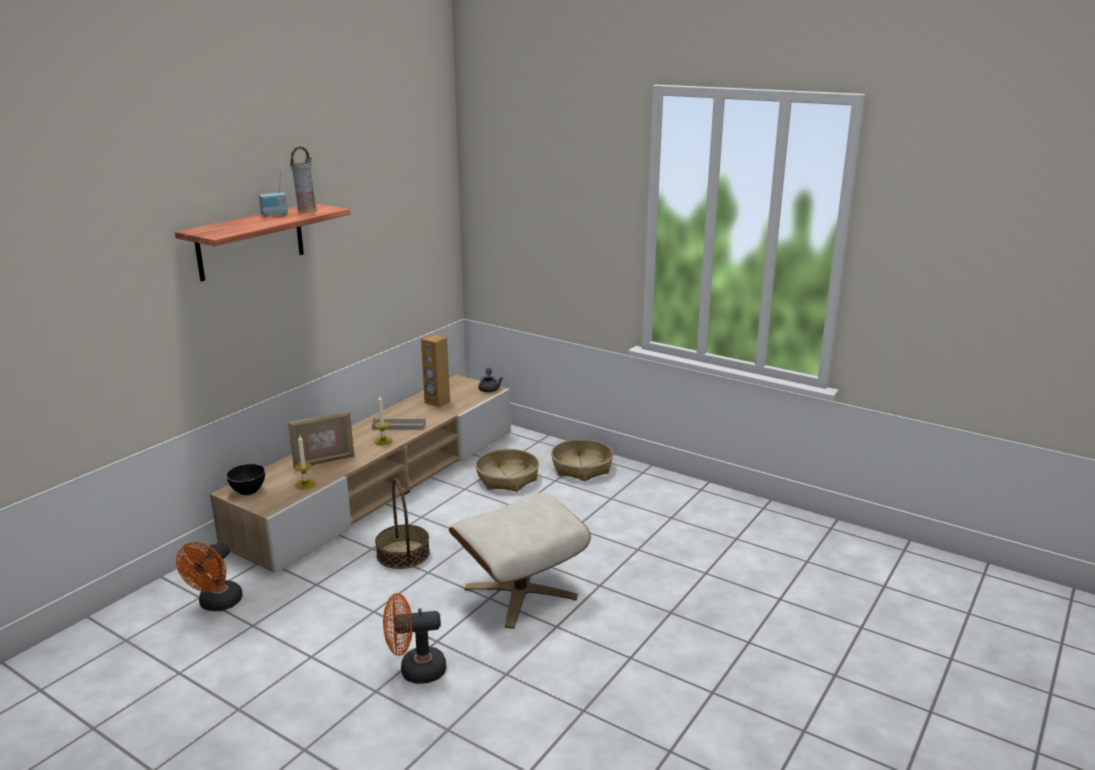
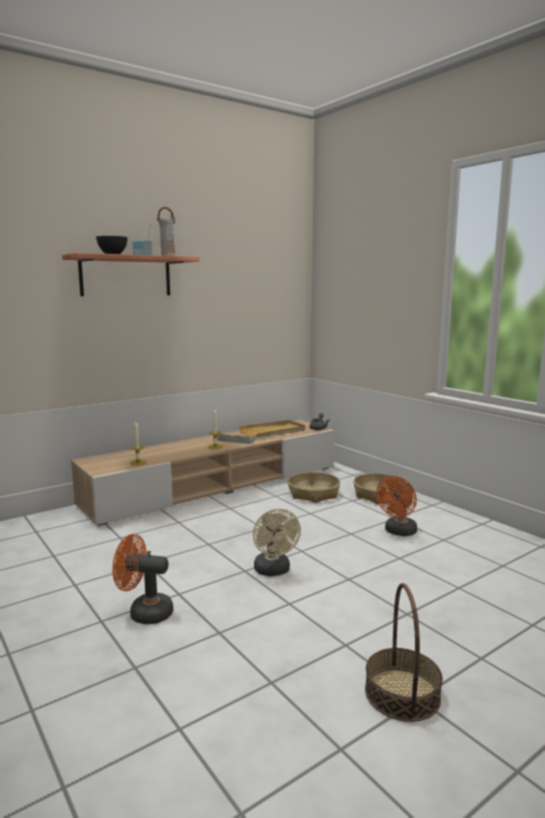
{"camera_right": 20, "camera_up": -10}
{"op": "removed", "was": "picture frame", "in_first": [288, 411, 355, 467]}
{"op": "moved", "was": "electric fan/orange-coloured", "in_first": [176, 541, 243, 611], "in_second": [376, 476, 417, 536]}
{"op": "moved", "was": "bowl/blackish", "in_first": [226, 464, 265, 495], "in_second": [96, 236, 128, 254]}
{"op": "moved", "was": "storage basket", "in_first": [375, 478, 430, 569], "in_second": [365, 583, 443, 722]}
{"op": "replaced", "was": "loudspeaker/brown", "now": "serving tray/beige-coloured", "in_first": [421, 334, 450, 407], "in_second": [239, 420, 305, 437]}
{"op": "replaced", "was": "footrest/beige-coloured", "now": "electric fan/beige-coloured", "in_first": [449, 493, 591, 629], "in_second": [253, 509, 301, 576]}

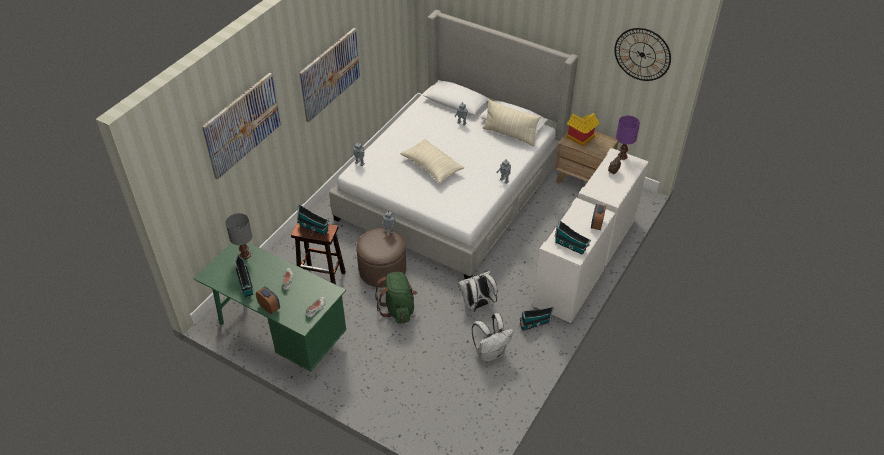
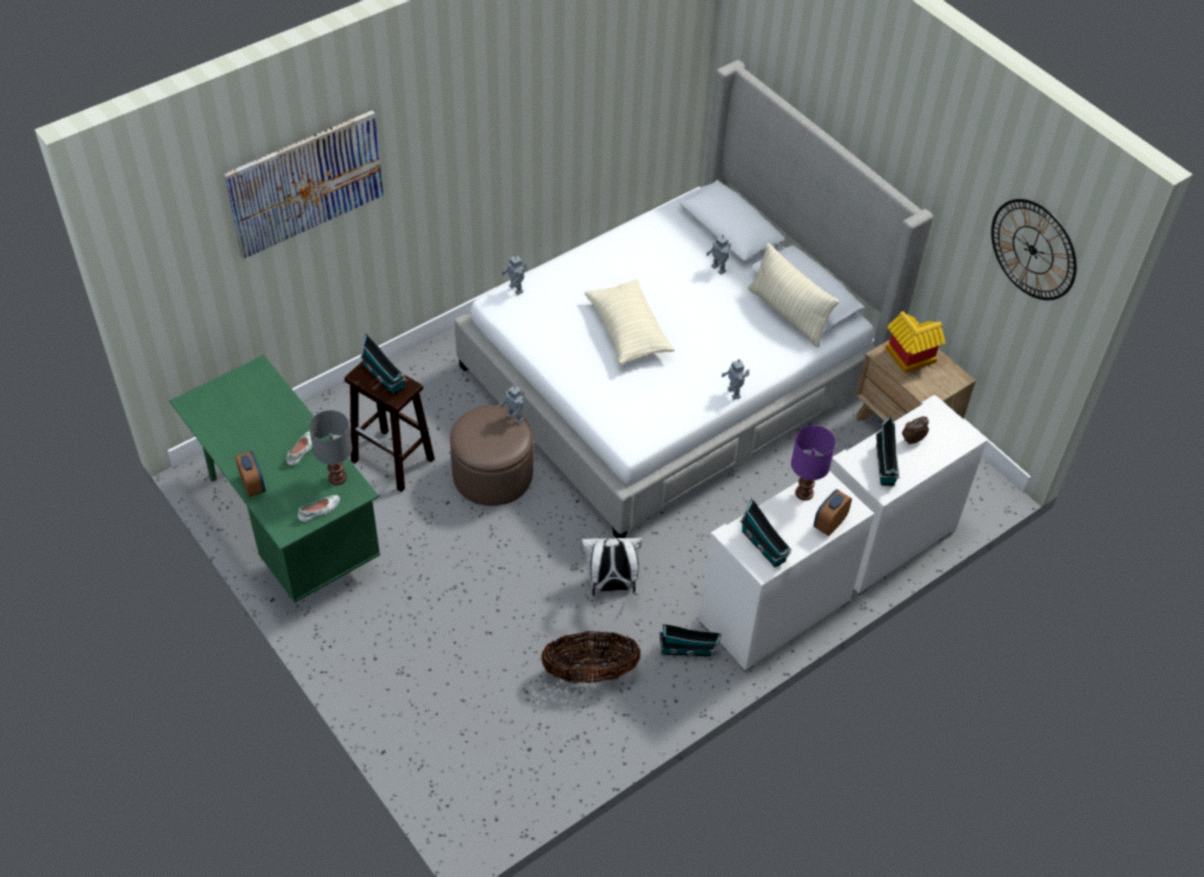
{"camera_right": 20, "camera_up": 5}
{"op": "removed", "was": "picture", "in_first": [299, 28, 360, 122]}
{"op": "removed", "was": "rucksack/greenish", "in_first": [375, 272, 417, 324]}
{"op": "moved", "was": "tabletop lamp/grey", "in_first": [225, 213, 252, 259], "in_second": [309, 410, 352, 485]}
{"op": "moved", "was": "miniature house", "in_first": [235, 255, 254, 297], "in_second": [876, 415, 900, 486]}
{"op": "moved", "was": "tabletop lamp/purplish", "in_first": [616, 115, 640, 160], "in_second": [791, 425, 836, 501]}
{"op": "replaced", "was": "rucksack/whitish", "now": "storage basket", "in_first": [472, 313, 514, 362], "in_second": [541, 631, 641, 683]}

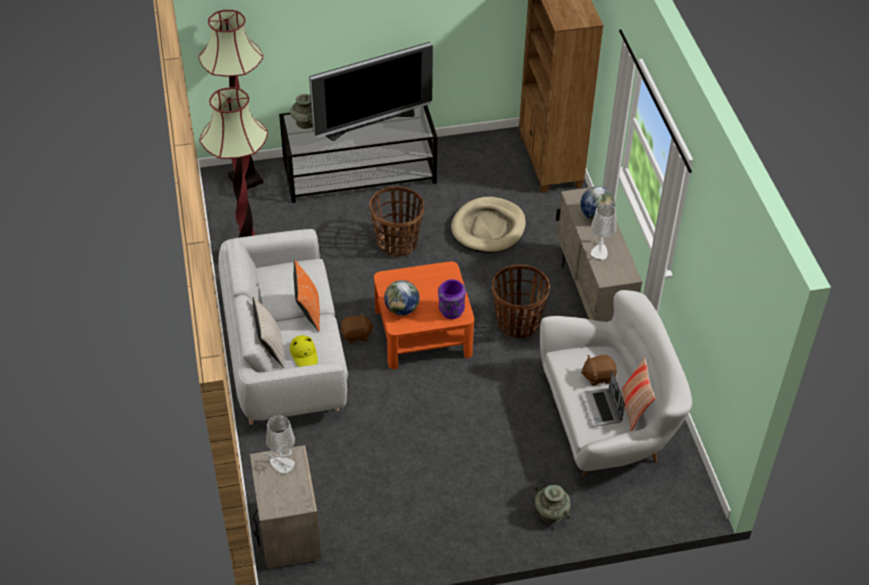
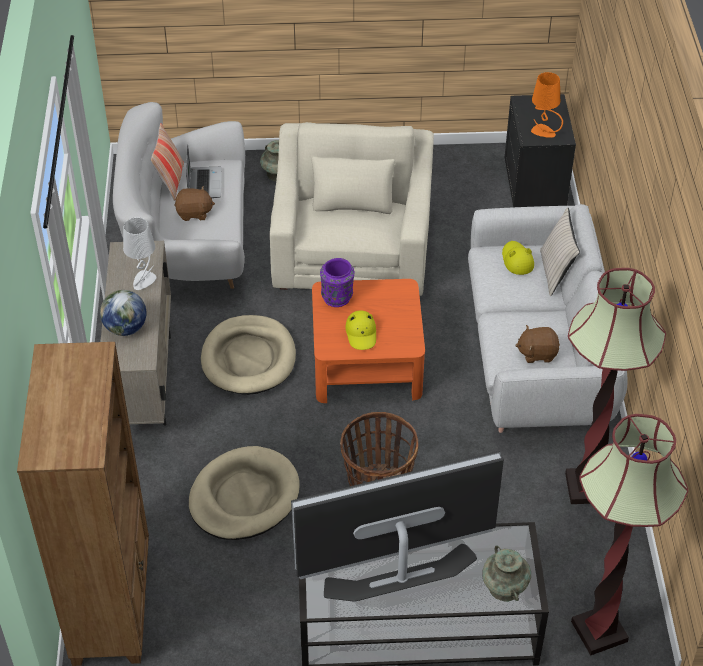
{"camera_right": -170, "camera_up": 0}
{"op": "removed", "was": "throw pillow/orange-coloured", "in_first": [294, 259, 320, 332]}
{"op": "removed", "was": "world globe", "in_first": [384, 280, 420, 316]}
{"op": "added", "now": "lounge chair/beige-coloured", "in_second": [270, 122, 434, 296]}
{"op": "added", "now": "hat/yellowish", "in_second": [345, 311, 376, 350]}
{"op": "moved", "was": "soft toy/brown", "in_first": [341, 312, 374, 343], "in_second": [515, 325, 560, 363]}
{"op": "replaced", "was": "storage basket", "now": "dog bed/beige-coloured", "in_first": [492, 265, 550, 339], "in_second": [201, 315, 296, 395]}
{"op": "recoloured", "was": "nightstand/beige-coloured", "now": "nightstand/blackish", "in_first": [250, 445, 321, 569], "in_second": [505, 94, 576, 207]}
{"op": "recoloured", "was": "tabletop lamp/grey", "now": "tabletop lamp/orange-coloured", "in_first": [263, 415, 295, 474], "in_second": [531, 72, 563, 138]}

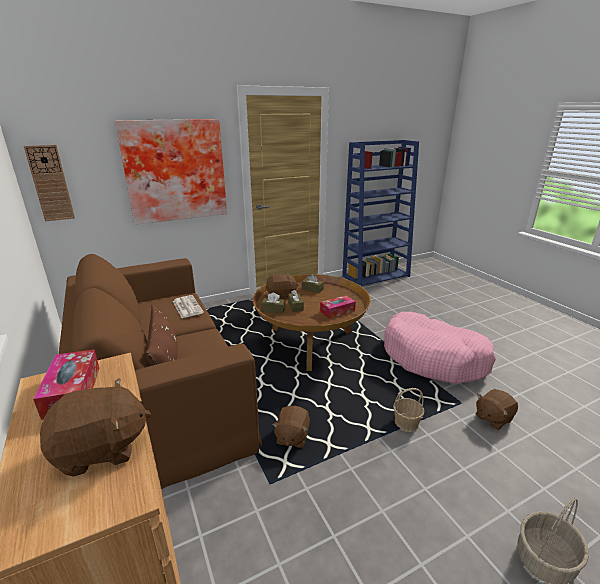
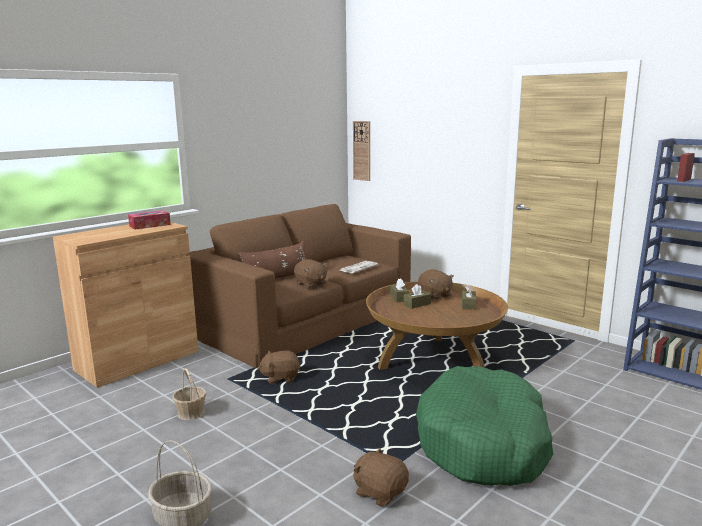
{"camera_right": 70, "camera_up": -10}
{"op": "removed", "was": "picture", "in_first": [115, 119, 227, 225]}
{"op": "removed", "was": "box of tissues", "in_first": [320, 295, 356, 319]}
{"op": "moved", "was": "soft toy/brown", "in_first": [40, 378, 151, 477], "in_second": [294, 259, 328, 288]}
{"op": "moved", "was": "storage basket", "in_first": [393, 388, 424, 432], "in_second": [172, 368, 206, 420]}
{"op": "recoloured", "was": "dog bed/pink", "now": "dog bed/greenish", "in_first": [384, 312, 496, 384], "in_second": [416, 366, 553, 486]}

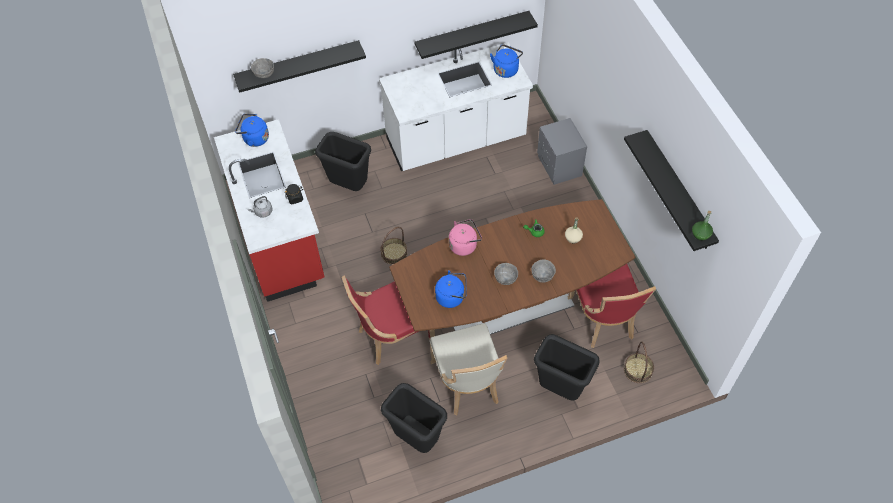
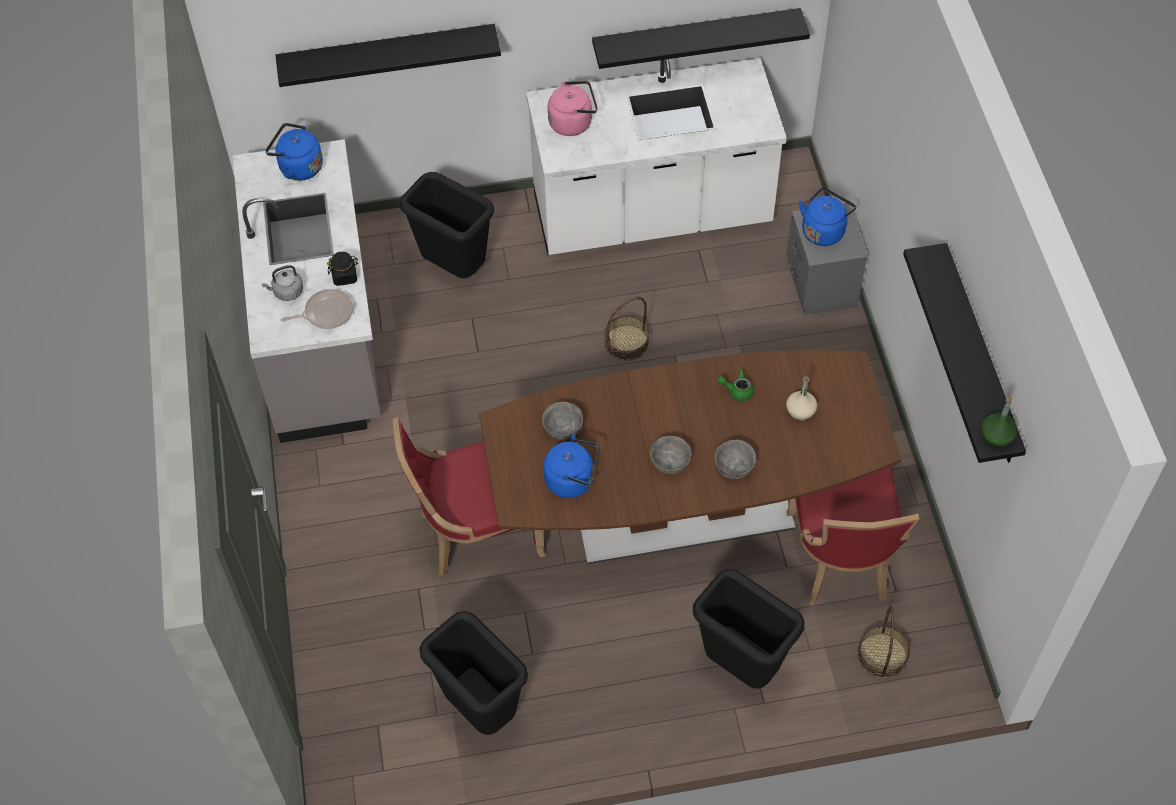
{"camera_right": 10, "camera_up": 0}
{"op": "removed", "was": "chair/beige-coloured", "in_first": [430, 323, 507, 415]}
{"op": "added", "now": "skillet", "in_second": [281, 289, 353, 329]}
{"op": "moved", "was": "bowl/grey", "in_first": [251, 58, 274, 78], "in_second": [542, 402, 583, 440]}
{"op": "moved", "was": "storage basket", "in_first": [380, 227, 407, 265], "in_second": [604, 297, 649, 361]}
{"op": "moved", "was": "kettle/pink", "in_first": [449, 219, 482, 256], "in_second": [548, 81, 598, 136]}
{"op": "moved", "was": "kettle/bluish", "in_first": [490, 44, 523, 78], "in_second": [799, 187, 856, 246]}
{"op": "recoloured", "was": "kitchen counter/red-coloured", "now": "kitchen counter/grey", "in_first": [214, 119, 325, 302], "in_second": [233, 139, 381, 443]}

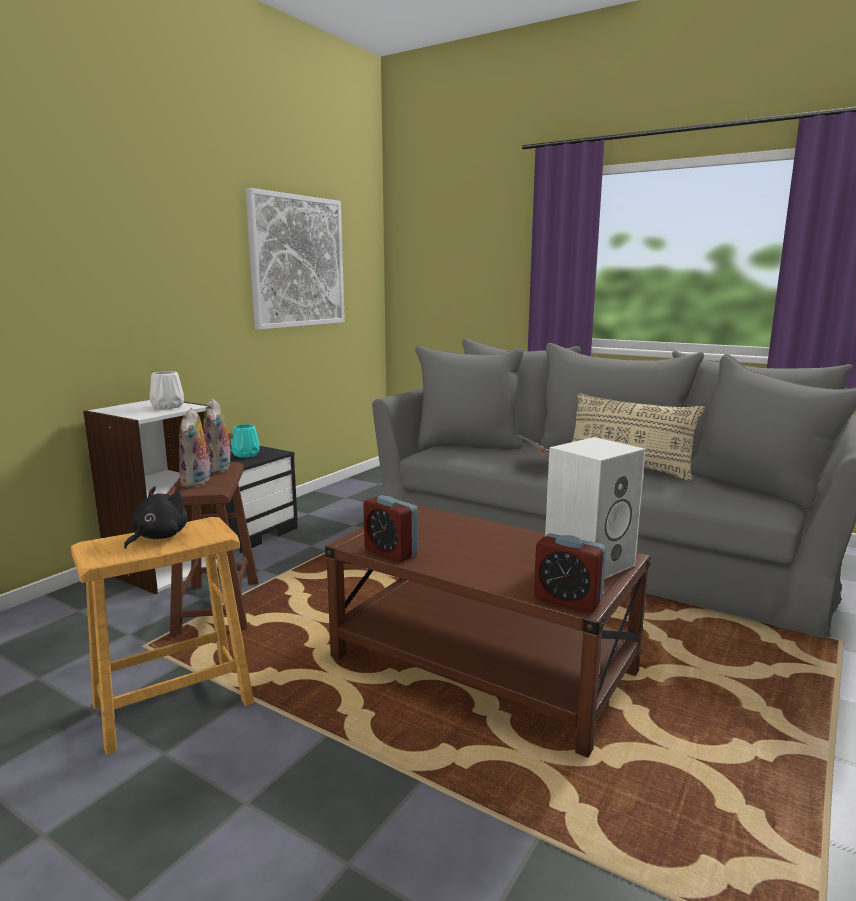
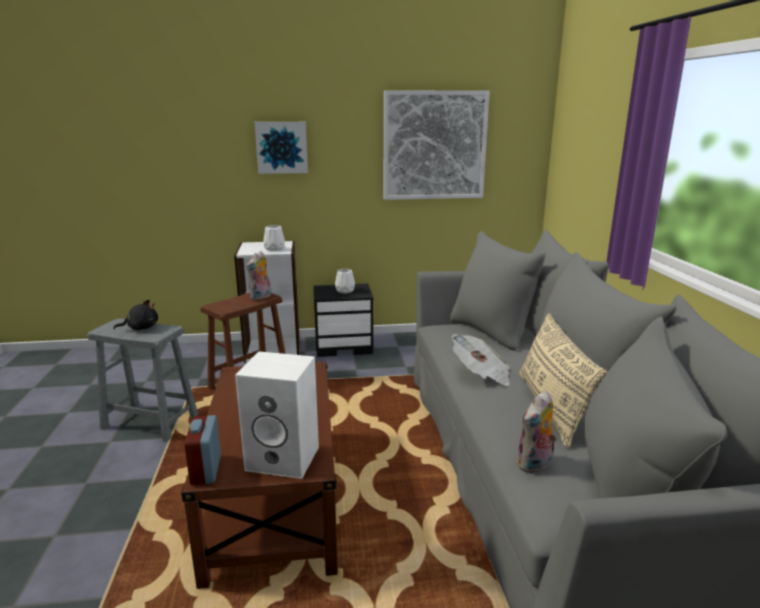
{"camera_right": 50, "camera_up": 5}
{"op": "removed", "was": "table clock", "in_first": [363, 495, 418, 562]}
{"op": "added", "now": "picture", "in_second": [255, 122, 308, 174]}
{"op": "moved", "was": "soft toy", "in_first": [179, 408, 213, 488], "in_second": [516, 391, 557, 474]}
{"op": "recoloured", "was": "sitting stool/brown", "now": "sitting stool/grey", "in_first": [71, 517, 254, 755], "in_second": [87, 319, 198, 442]}
{"op": "recoloured", "was": "flower vase/turquoise", "now": "flower vase/whitish", "in_first": [231, 424, 260, 458], "in_second": [335, 269, 355, 294]}

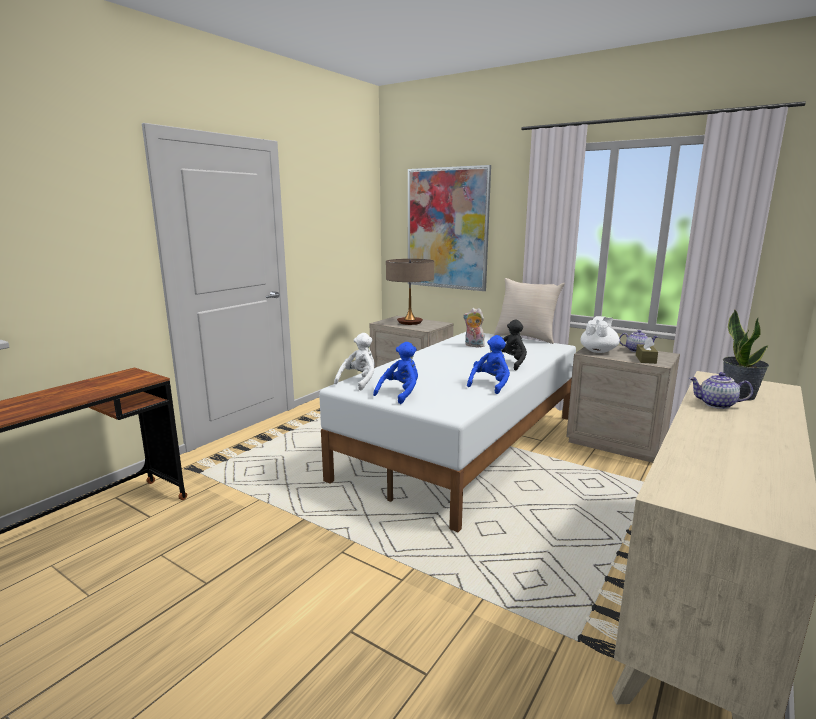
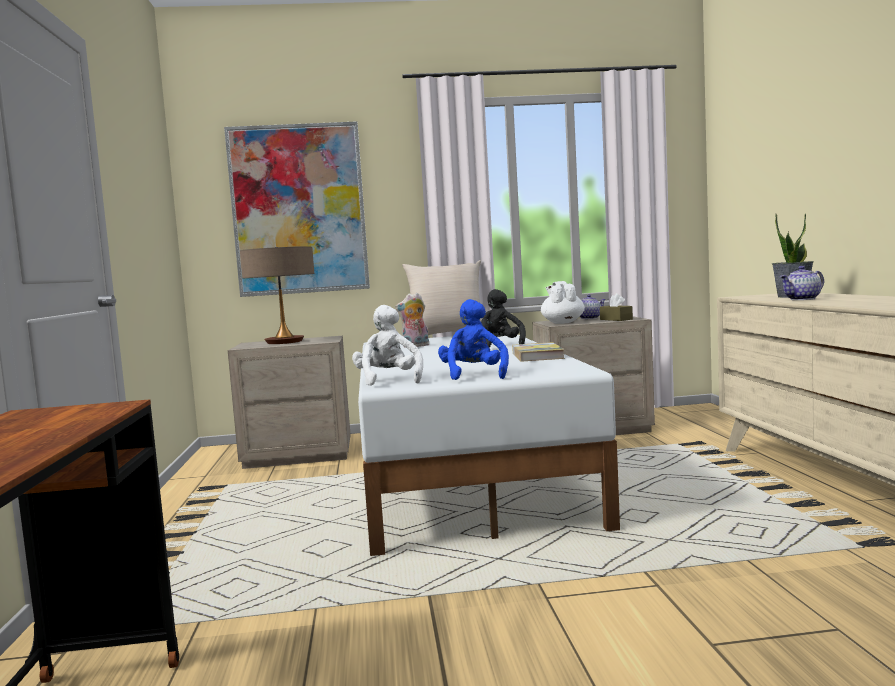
{"camera_right": -40, "camera_up": -10}
{"op": "replaced", "was": "soft toy/bluish", "now": "book", "in_first": [467, 335, 510, 394], "in_second": [512, 342, 565, 362]}

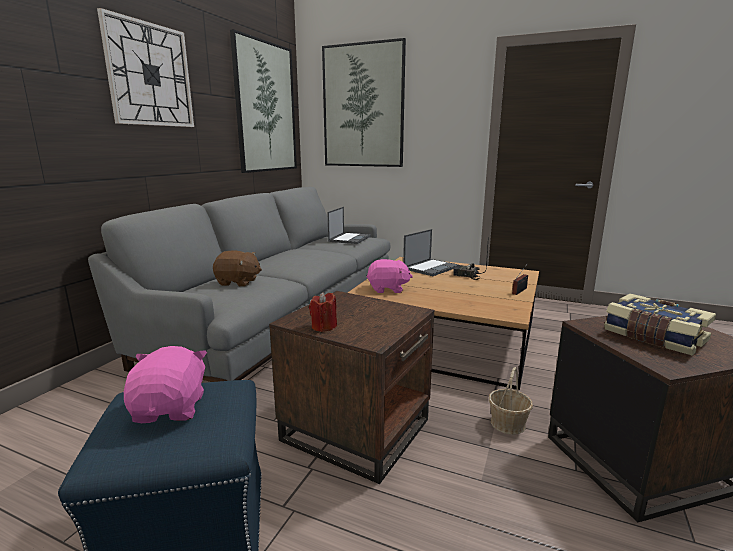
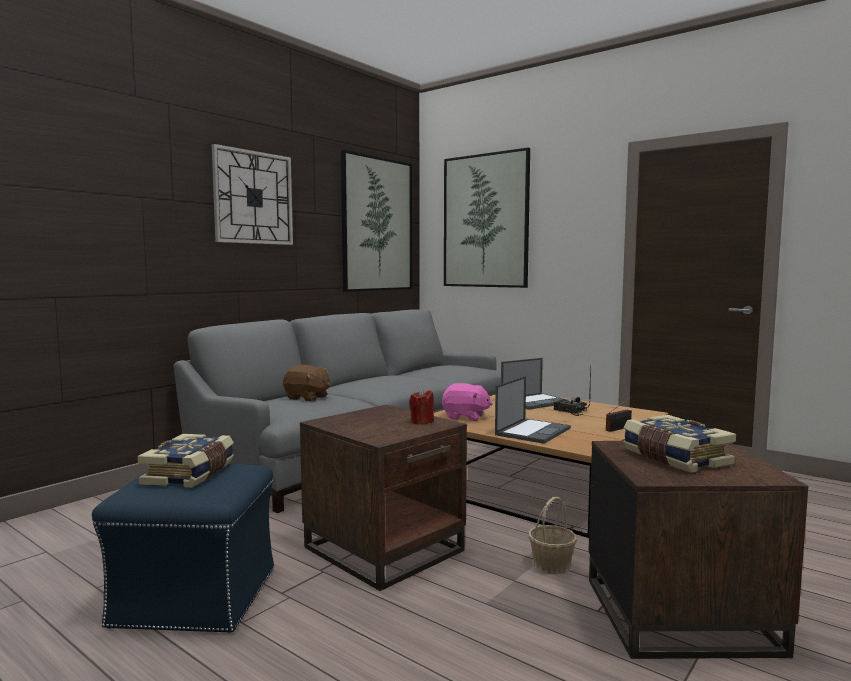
{"camera_right": 15, "camera_up": -10}
{"op": "moved", "was": "wax candle/red-coloured", "in_first": [309, 292, 337, 332], "in_second": [409, 389, 434, 424]}
{"op": "moved", "was": "notebook computer", "in_first": [328, 207, 371, 244], "in_second": [495, 376, 571, 444]}
{"op": "replaced", "was": "soft toy/pink", "now": "book", "in_first": [124, 346, 207, 423], "in_second": [138, 434, 234, 488]}

